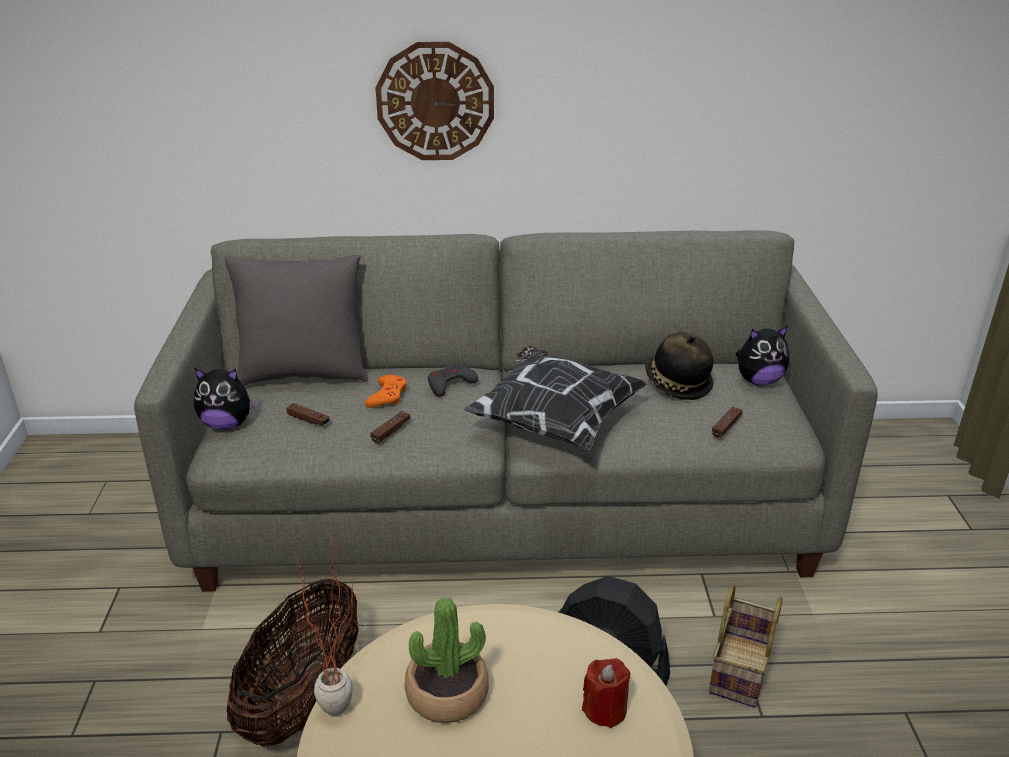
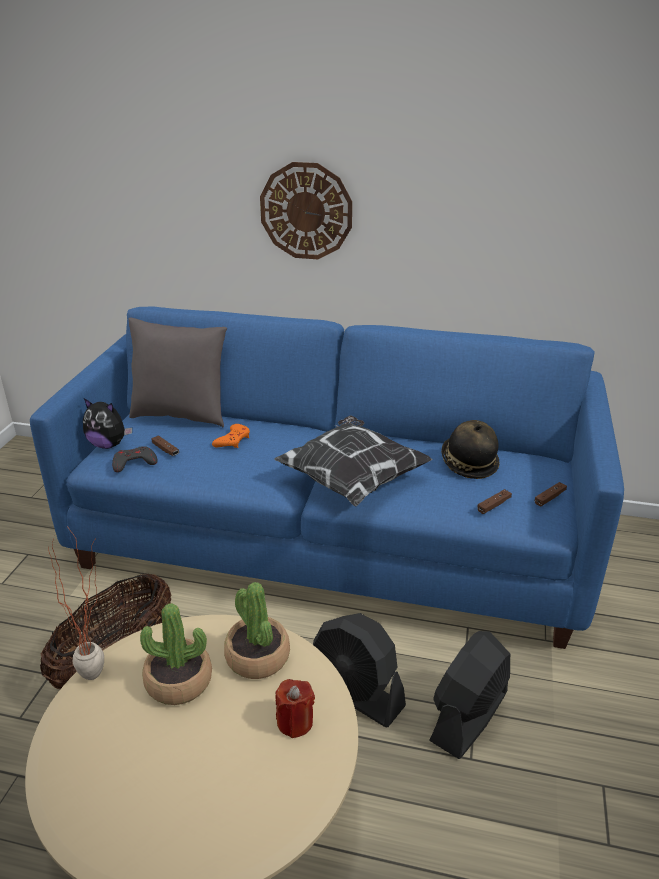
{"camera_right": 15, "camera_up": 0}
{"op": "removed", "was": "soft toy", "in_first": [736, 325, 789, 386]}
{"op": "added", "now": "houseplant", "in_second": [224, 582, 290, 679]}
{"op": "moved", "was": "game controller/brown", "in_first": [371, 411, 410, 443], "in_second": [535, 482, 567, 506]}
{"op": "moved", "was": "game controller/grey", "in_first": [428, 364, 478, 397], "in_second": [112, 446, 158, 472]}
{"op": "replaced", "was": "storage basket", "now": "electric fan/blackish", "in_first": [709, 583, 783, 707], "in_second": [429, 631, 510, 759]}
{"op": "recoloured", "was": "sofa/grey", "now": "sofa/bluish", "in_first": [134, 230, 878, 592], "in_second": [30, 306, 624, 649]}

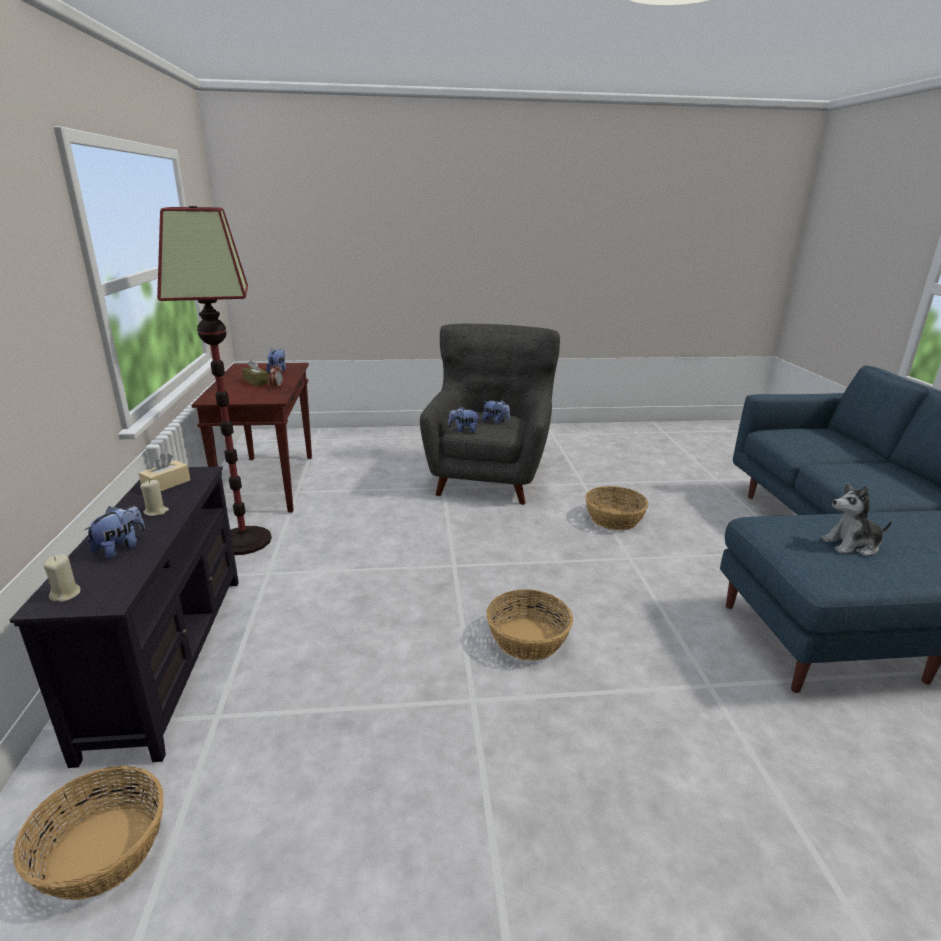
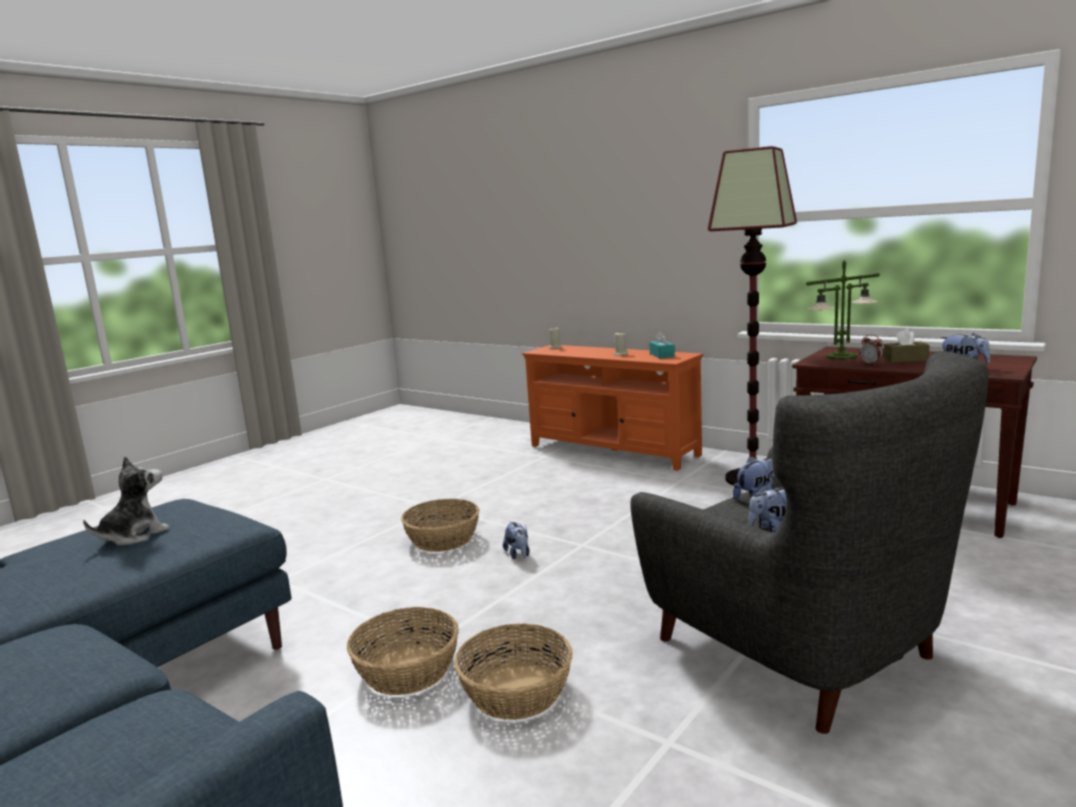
{"camera_right": 135, "camera_up": -10}
{"op": "added", "now": "tabletop lamp", "in_second": [806, 260, 880, 360]}
{"op": "moved", "was": "storage basket", "in_first": [13, 766, 164, 900], "in_second": [347, 607, 459, 695]}
{"op": "moved", "was": "soft toy", "in_first": [84, 506, 145, 559], "in_second": [503, 521, 530, 559]}
{"op": "recoloured", "was": "tv stand/blackish", "now": "tv stand/orange-coloured", "in_first": [10, 466, 239, 768], "in_second": [522, 345, 704, 471]}
{"op": "recoloured", "was": "box of tissues/beige-coloured", "now": "box of tissues/turquoise", "in_first": [139, 453, 190, 491], "in_second": [649, 331, 675, 359]}

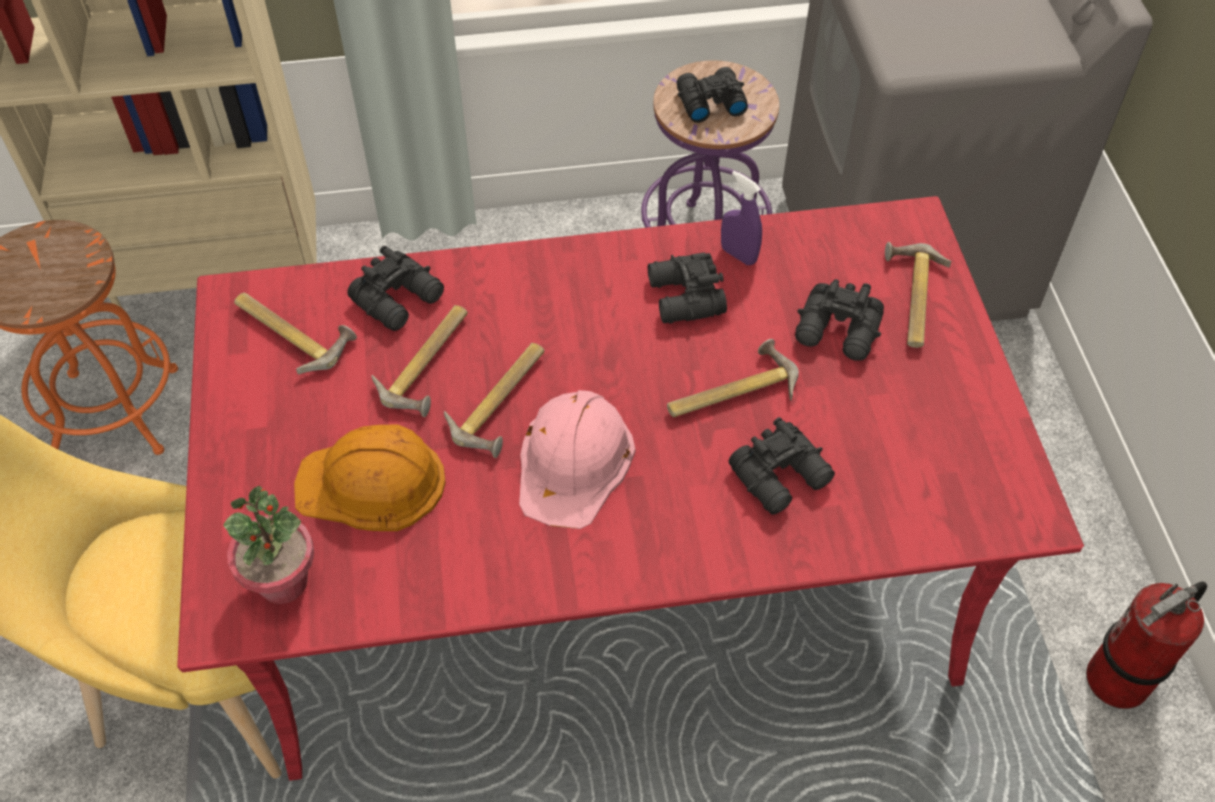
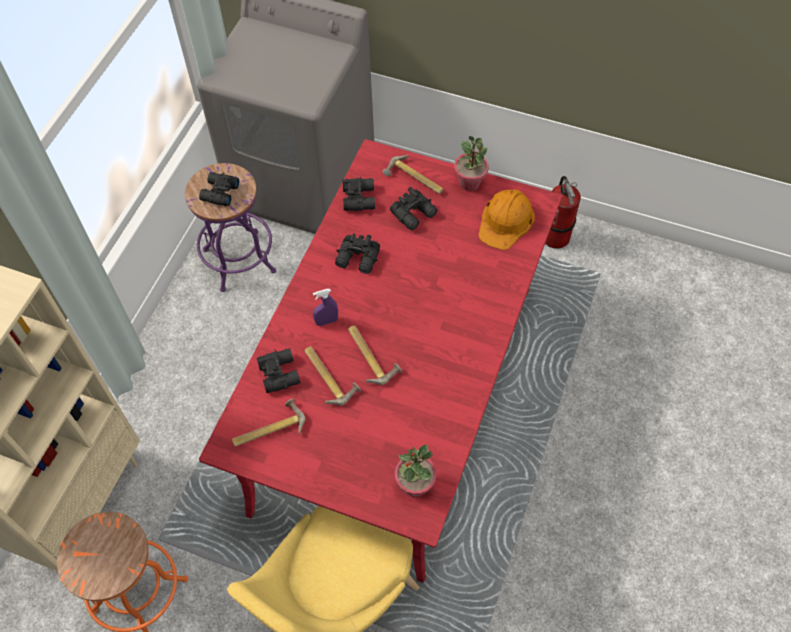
{"camera_right": -60, "camera_up": 5}
{"op": "removed", "was": "work helmet/pink", "in_first": [519, 390, 635, 529]}
{"op": "removed", "was": "hand hammer", "in_first": [667, 339, 799, 417]}
{"op": "added", "now": "houseplant", "in_second": [454, 136, 488, 191]}
{"op": "moved", "was": "work helmet/orange-coloured", "in_first": [294, 424, 446, 531], "in_second": [478, 189, 535, 250]}
{"op": "moved", "was": "spray bottle/purplish", "in_first": [721, 171, 762, 265], "in_second": [313, 289, 338, 326]}
{"op": "moved", "was": "binoculars/blackish", "in_first": [728, 417, 835, 515], "in_second": [343, 177, 375, 211]}

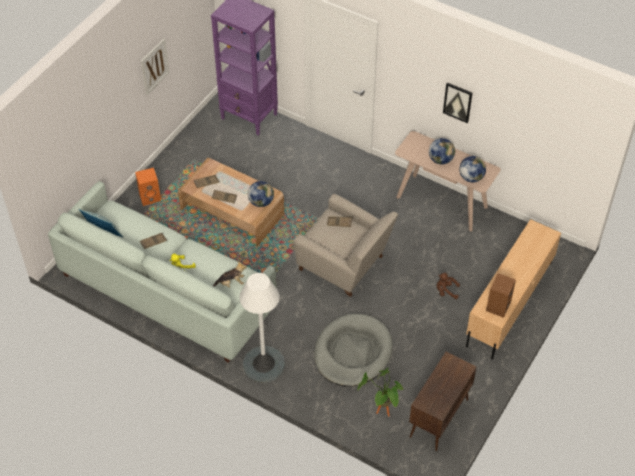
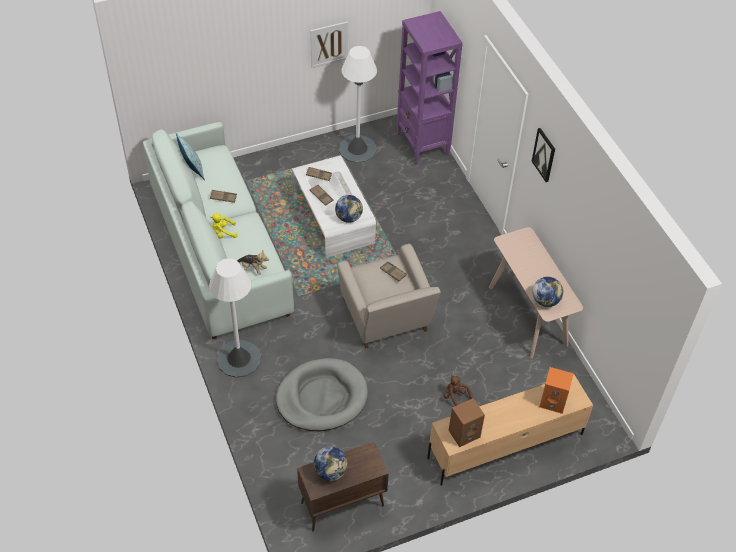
{"camera_right": 35, "camera_up": 0}
{"op": "removed", "was": "houseplant", "in_first": [357, 368, 404, 417]}
{"op": "added", "now": "floor lamp/whitish", "in_second": [339, 46, 377, 163]}
{"op": "moved", "was": "loudspeaker/orange-coloured", "in_first": [135, 168, 161, 206], "in_second": [539, 367, 574, 414]}
{"op": "moved", "was": "world globe", "in_first": [429, 138, 455, 165], "in_second": [313, 447, 348, 481]}
{"op": "moved", "was": "picture", "in_first": [443, 82, 473, 123], "in_second": [532, 128, 555, 182]}
{"op": "recoloured", "was": "lounge table/brown", "now": "lounge table/whitish", "in_first": [178, 158, 284, 247], "in_second": [291, 155, 376, 258]}

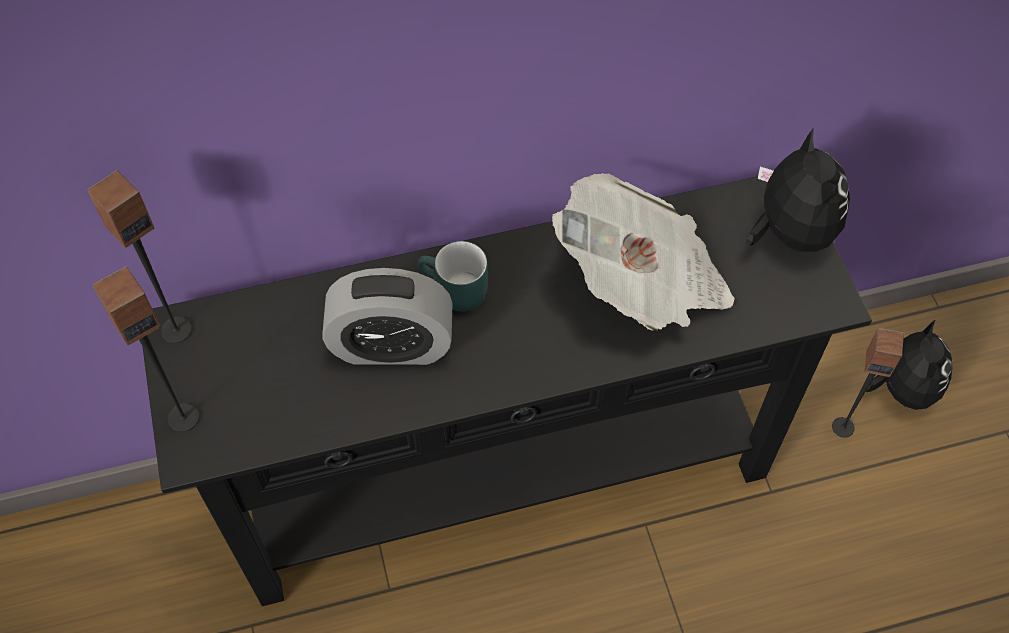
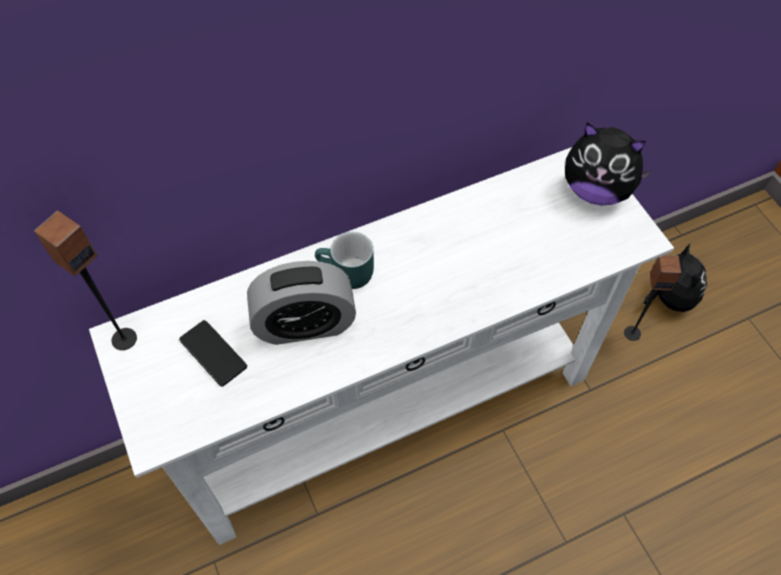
{"camera_right": -10, "camera_up": 0}
{"op": "removed", "was": "loudspeaker", "in_first": [92, 266, 200, 432]}
{"op": "removed", "was": "newspaper", "in_first": [552, 173, 735, 331]}
{"op": "added", "now": "phone", "in_second": [179, 320, 247, 386]}
{"op": "recoloured", "was": "narrow table/blackish", "now": "narrow table/whitish", "in_first": [142, 176, 872, 606], "in_second": [89, 147, 674, 545]}
{"op": "turned", "was": "soft toy", "in_first": [746, 127, 850, 252], "in_second": [565, 122, 652, 205], "clockwise": 135}

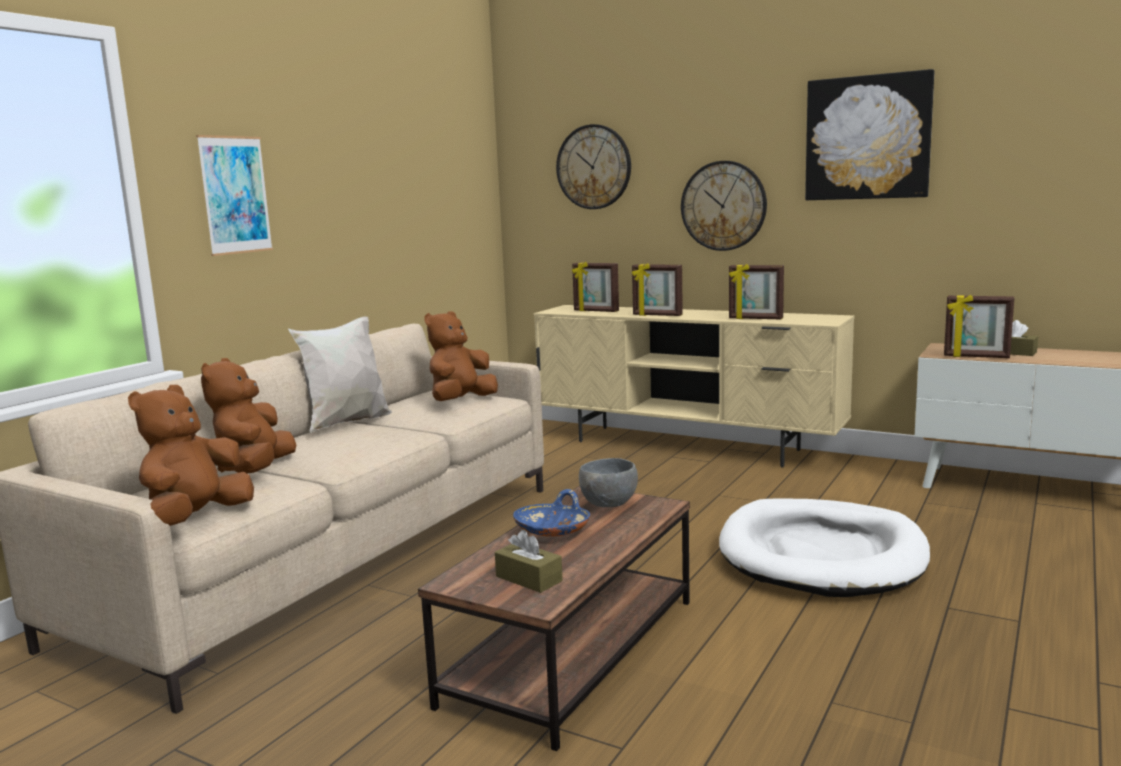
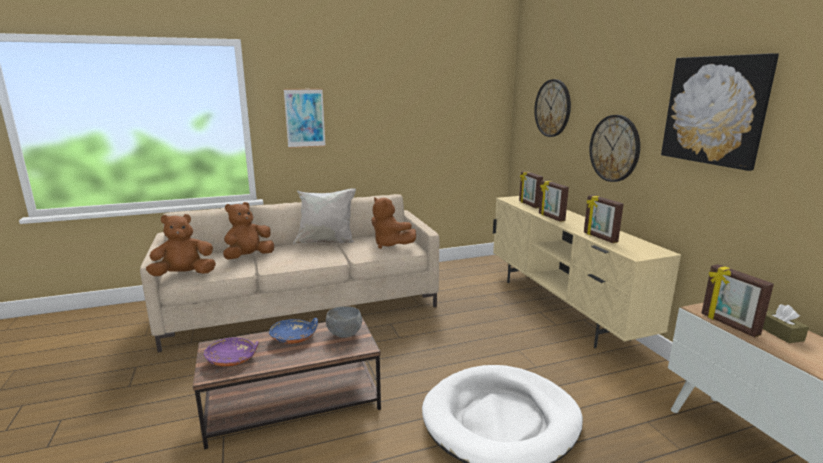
{"camera_right": 40, "camera_up": 5}
{"op": "replaced", "was": "box of tissues/brown", "now": "bowl/purplish", "in_first": [495, 530, 563, 593], "in_second": [203, 338, 259, 366]}
{"op": "turned", "was": "soft toy/brown", "in_first": [424, 311, 498, 401], "in_second": [372, 197, 416, 249], "clockwise": -120}

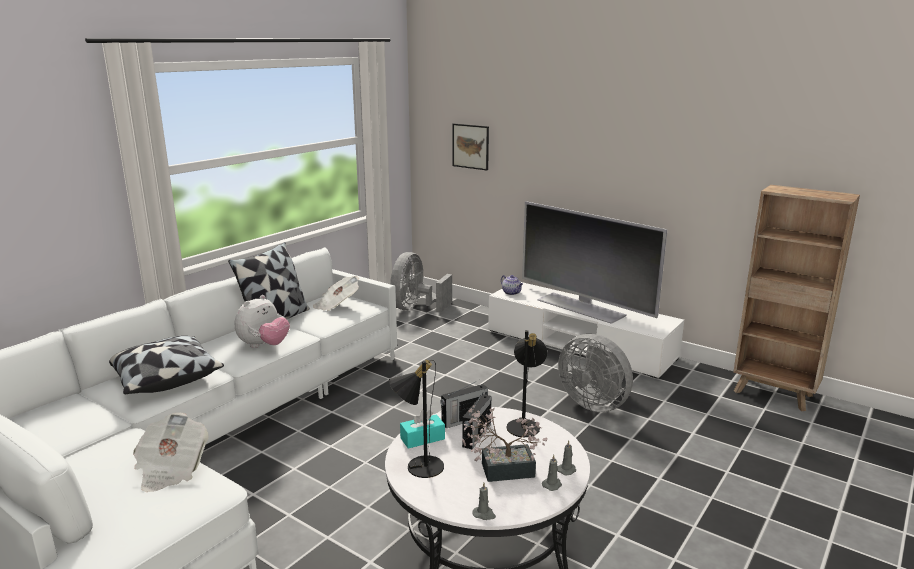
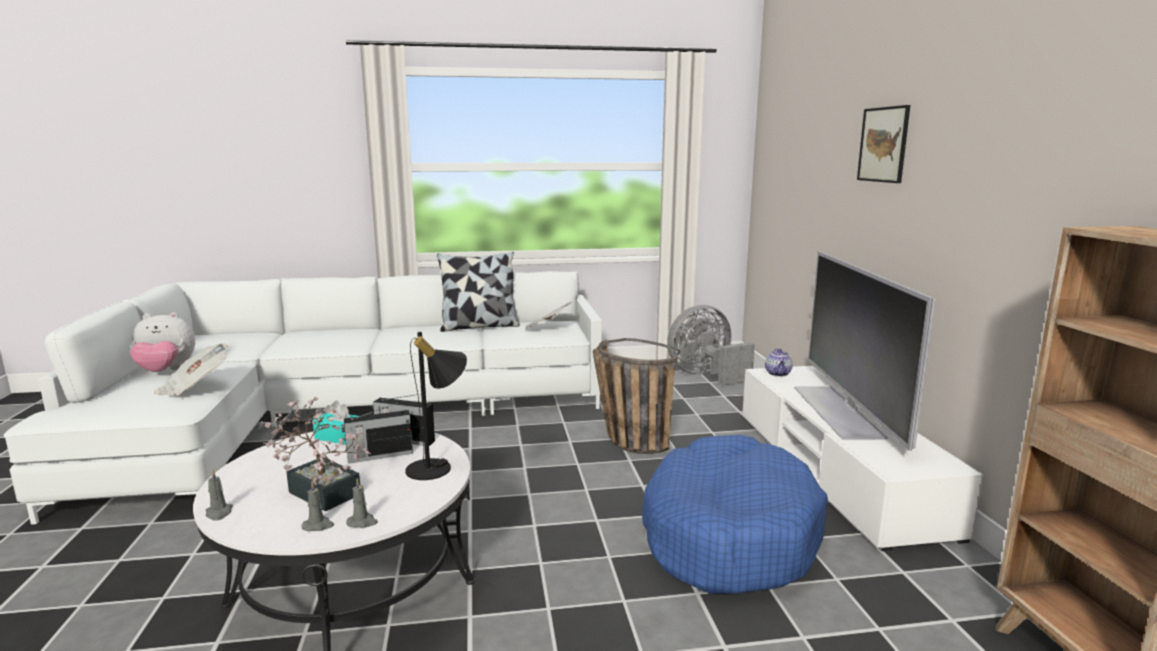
{"camera_right": 45, "camera_up": -5}
{"op": "removed", "was": "throw pillow", "in_first": [109, 336, 224, 394]}
{"op": "removed", "was": "tabletop lamp/blackish", "in_first": [389, 360, 444, 478]}
{"op": "added", "now": "storage basket", "in_second": [593, 338, 680, 454]}
{"op": "moved", "was": "soft toy", "in_first": [235, 295, 290, 348], "in_second": [129, 312, 195, 372]}
{"op": "moved", "was": "picture", "in_first": [452, 123, 489, 170], "in_second": [857, 105, 910, 183]}
{"op": "replaced", "was": "electric fan/grey", "now": "dog bed/bluish", "in_first": [558, 334, 633, 412], "in_second": [642, 435, 828, 594]}

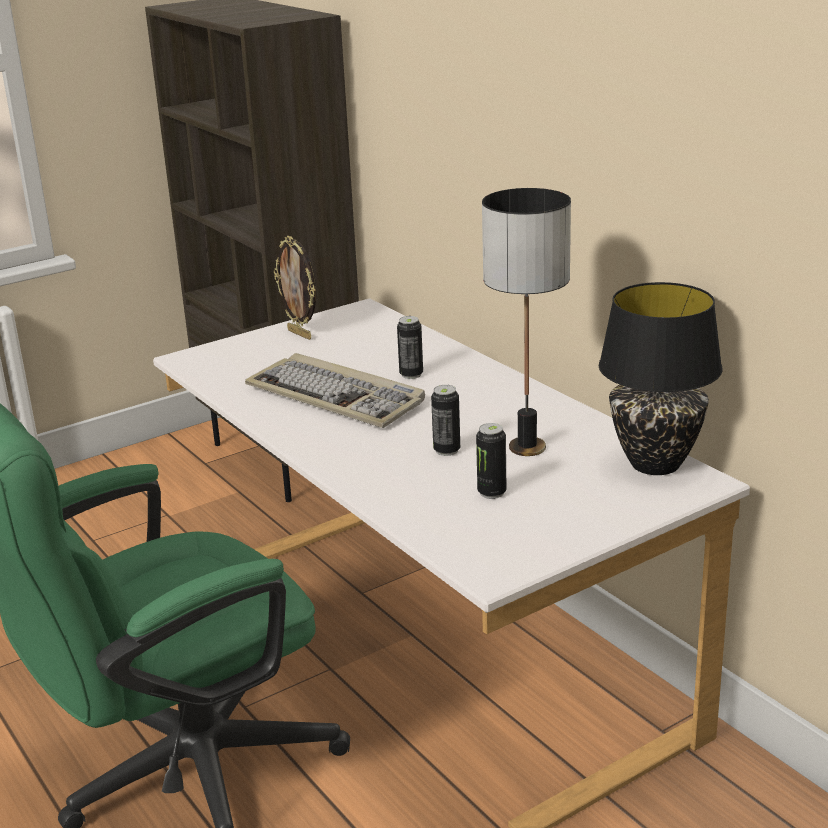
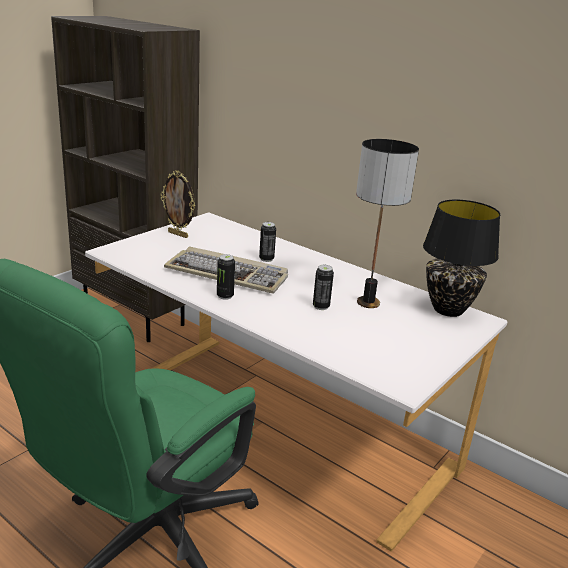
{"camera_right": -20, "camera_up": 0}
{"op": "moved", "was": "sealed can", "in_first": [476, 423, 506, 499], "in_second": [217, 254, 235, 300]}

